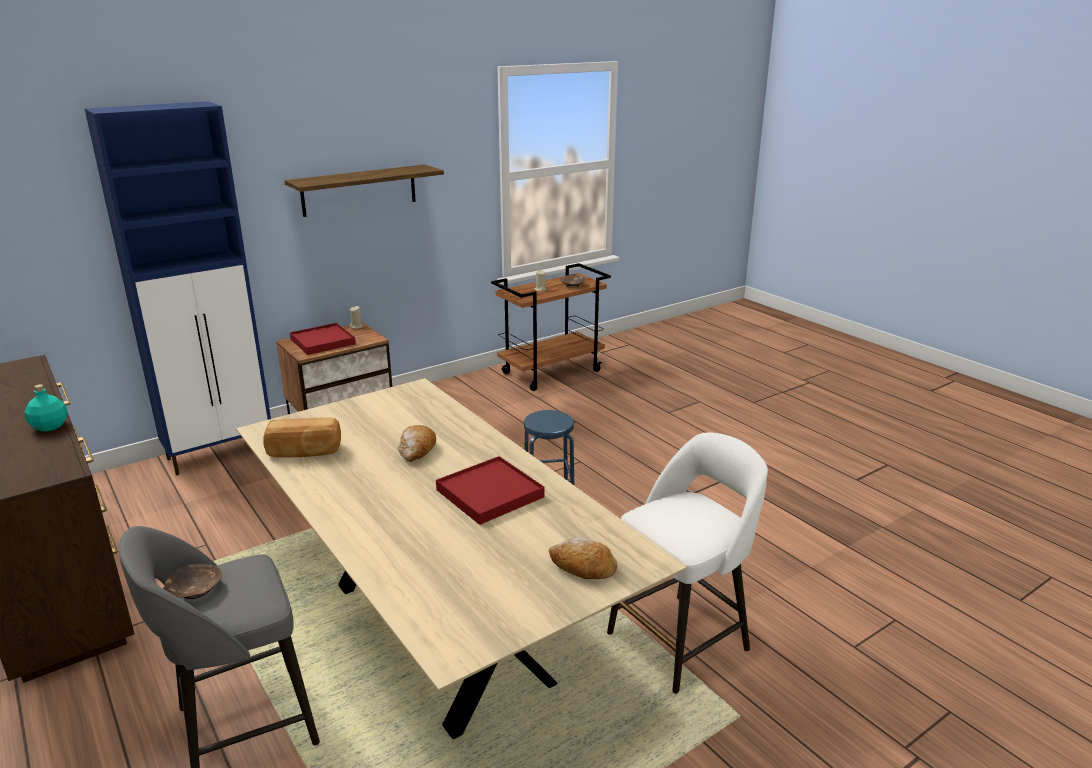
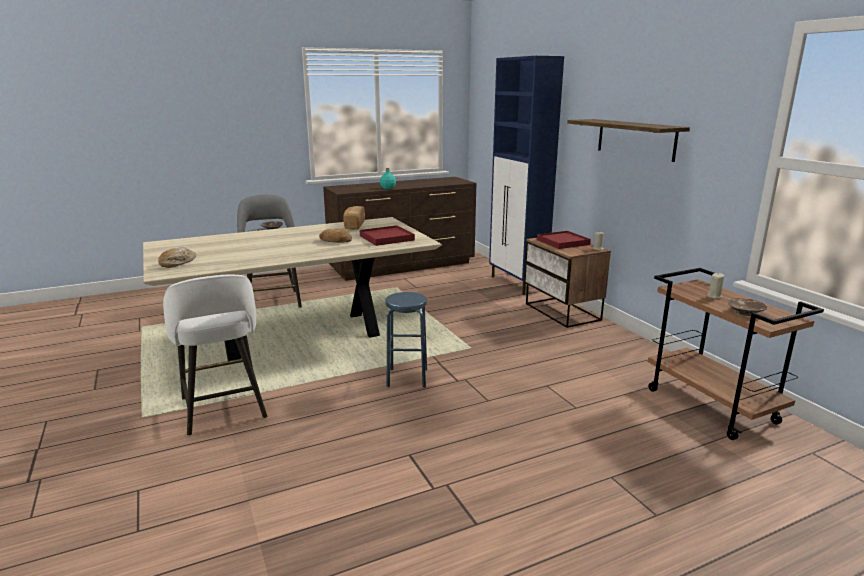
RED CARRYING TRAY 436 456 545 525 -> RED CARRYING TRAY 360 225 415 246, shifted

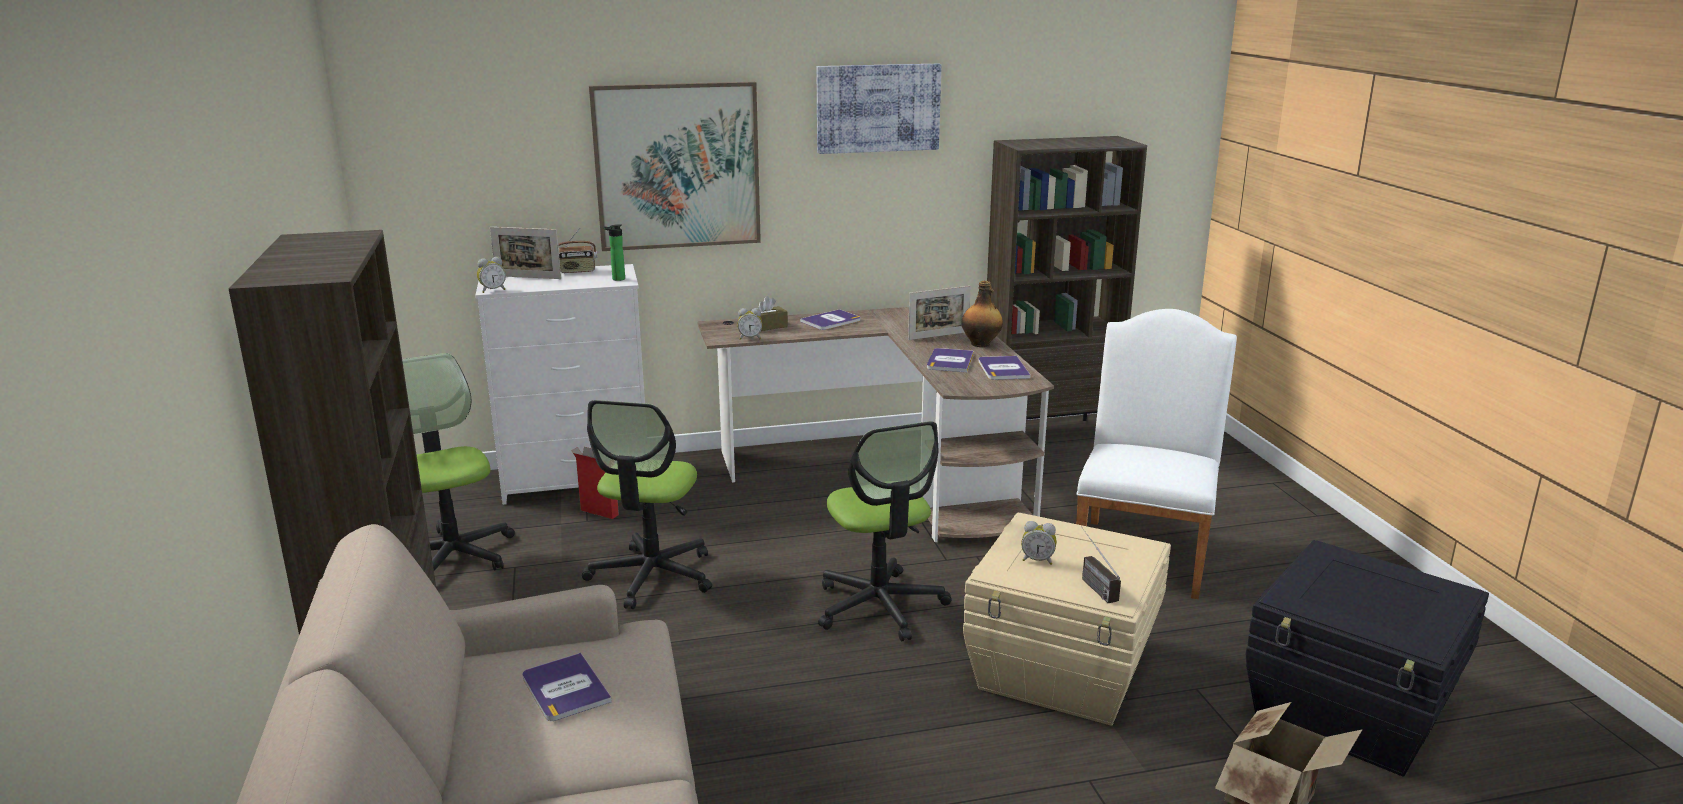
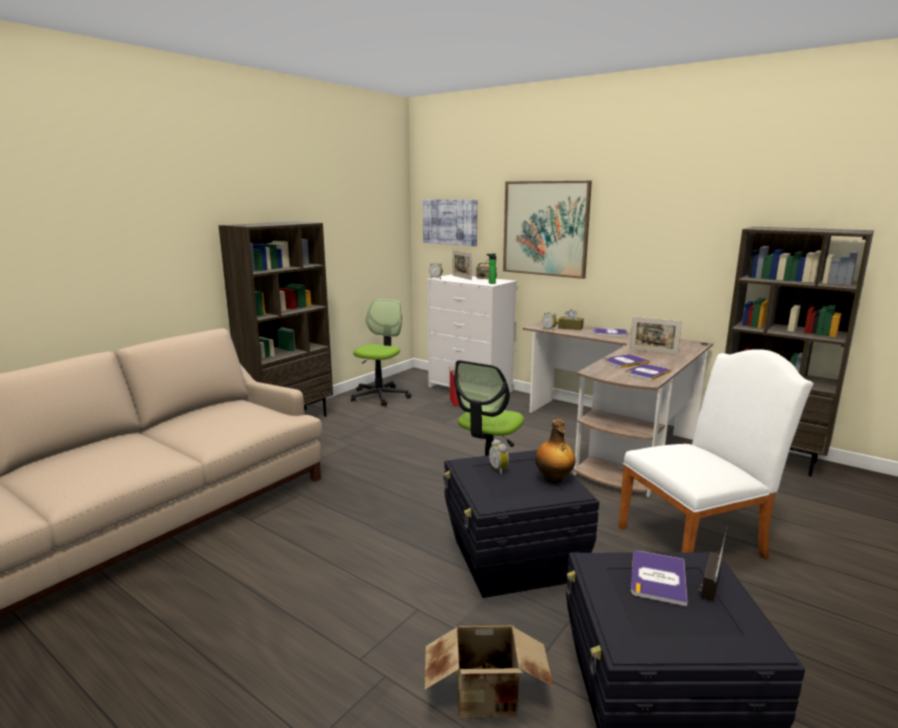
PICTURE 817 64 941 154 -> PICTURE 423 199 478 246, shifted
BEIGE STORAGE BOX 963 513 1171 726 -> BLACK STORAGE BOX 444 450 599 598
BEVERAGE BOTTLE 961 281 1003 347 -> BEVERAGE BOTTLE 535 419 576 484, shifted
BOUND BOOK 522 653 612 721 -> BOUND BOOK 631 551 688 607, shifted
RADIO 1081 526 1121 603 -> RADIO 698 527 727 601, shifted
DESK CHAIR 582 400 712 609 -> none

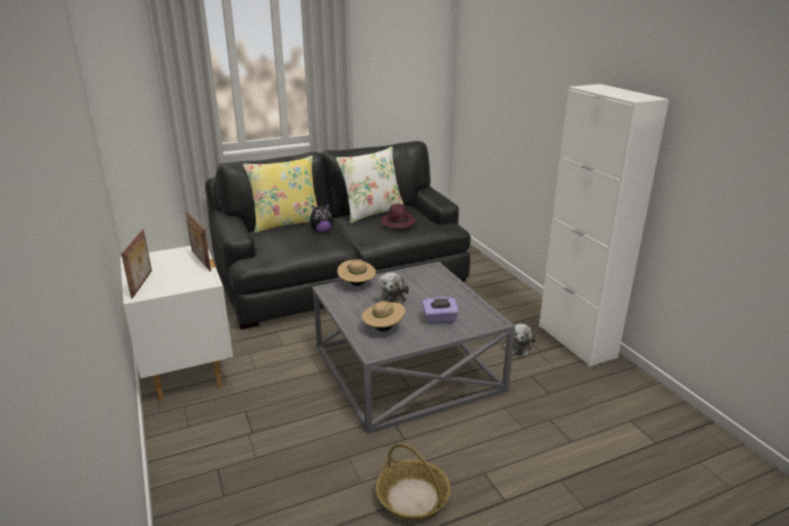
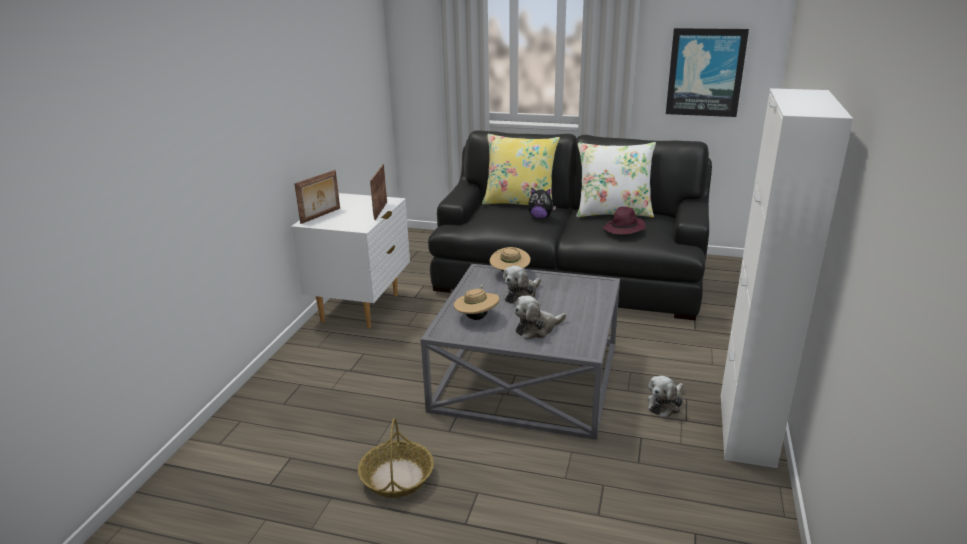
PURPLISH BOX OF TISSUES 422 297 459 324 -> PLUSH TOY 514 296 566 340
none -> PICTURE 666 28 749 117

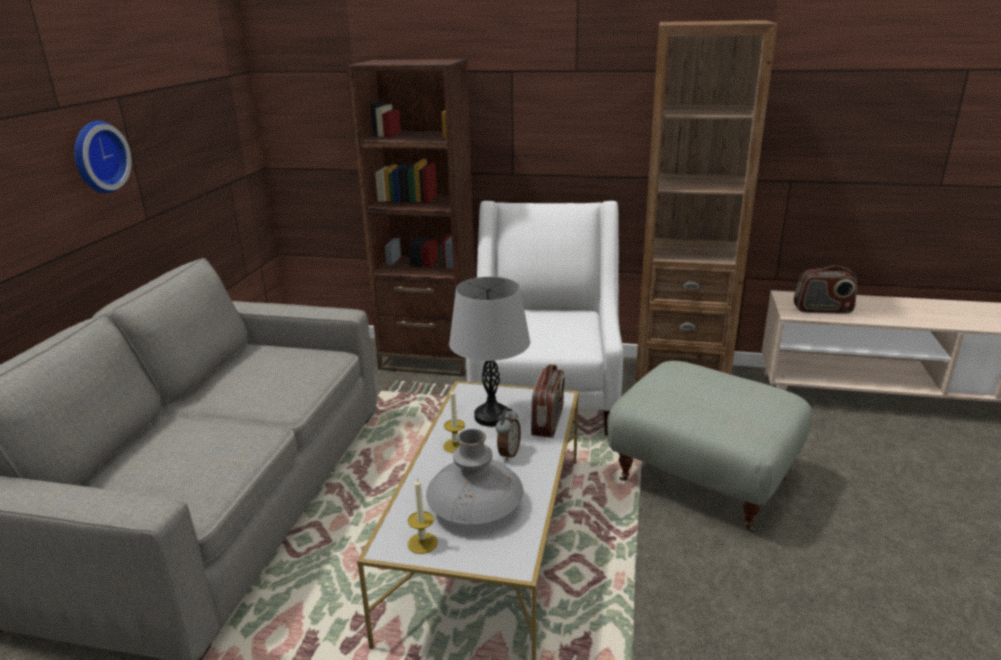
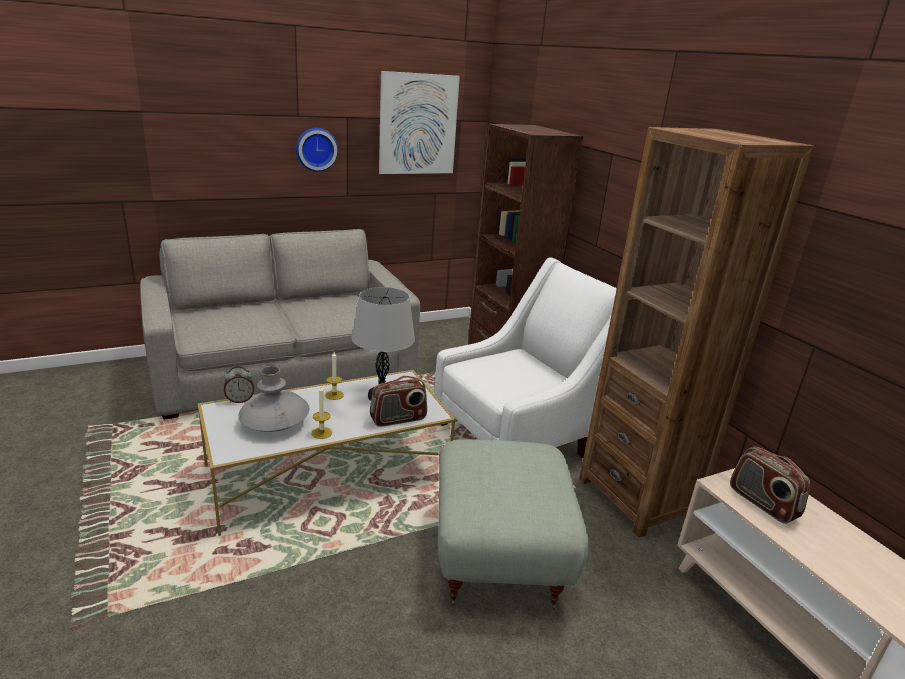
BEDSIDE CLOCK 496 408 521 461 -> BEDSIDE CLOCK 224 366 254 403, shifted
WAX LIGHT 408 478 438 554 -> WAX LIGHT 312 386 332 439, shifted
none -> PICTURE 379 71 460 174

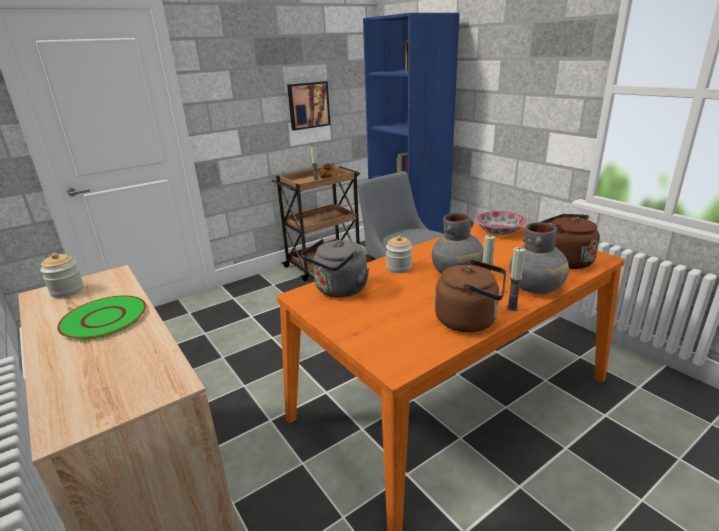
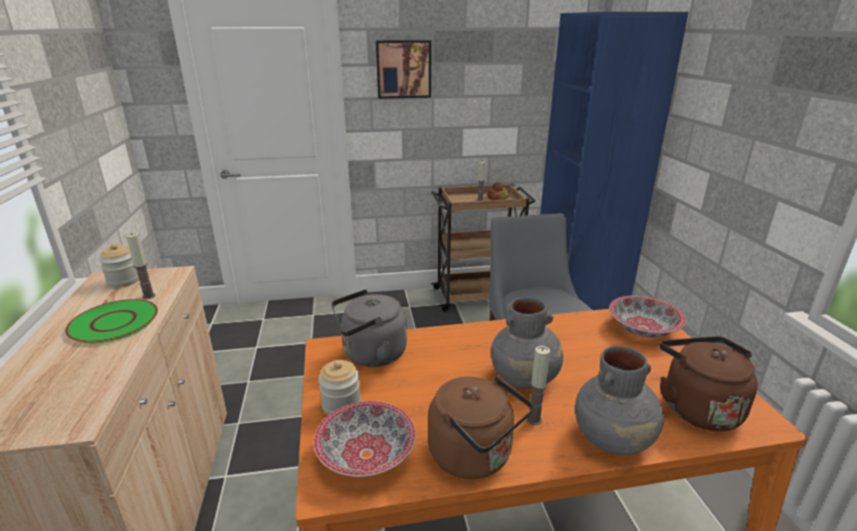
WAX LIGHT 506 247 525 311 -> WAX LIGHT 126 233 155 299, shifted
none -> DEEP DISH 314 401 416 477
JAR 386 235 412 273 -> JAR 319 360 361 415, shifted
PICTURE 287 81 330 130 -> PICTURE 376 40 431 99, shifted

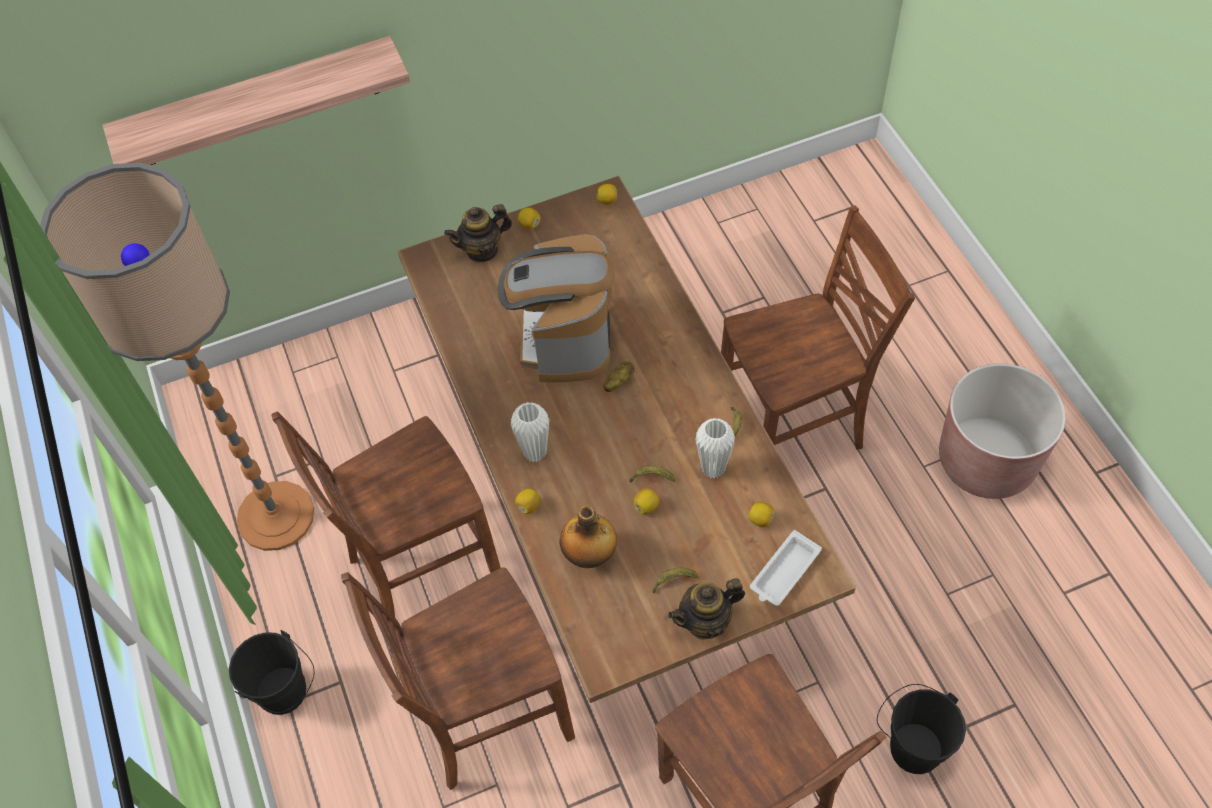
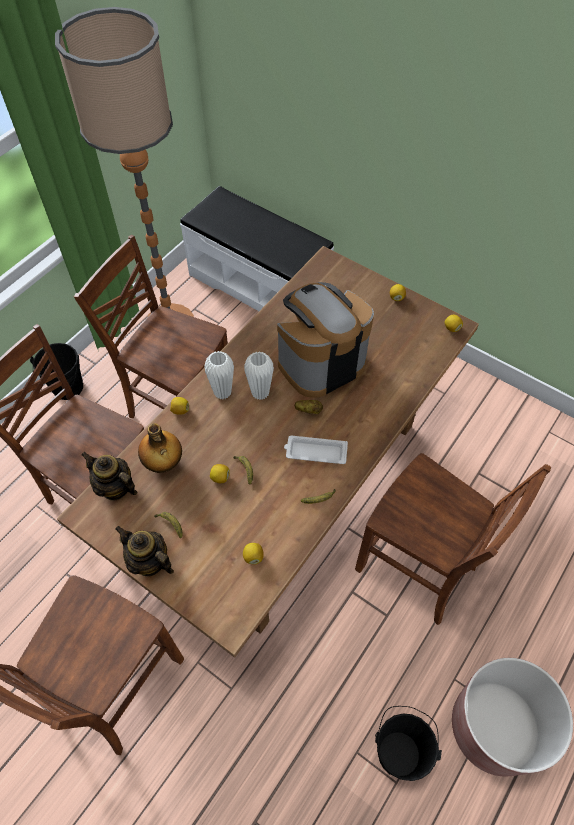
TEA POT 444 204 512 263 -> TEA POT 81 452 137 500, shifted
none -> WHITE BENCH 180 186 334 311
WHITE FLOWER VASE 695 418 735 478 -> WHITE FLOWER VASE 244 351 274 400, shifted
WHITE CARRYING TRAY 750 530 822 606 -> WHITE CARRYING TRAY 284 436 348 464, shifted
BLACK PAIL 877 684 966 774 -> BLACK PAIL 375 706 442 781, shifted
BRACKET SHELF 103 36 410 165 -> none

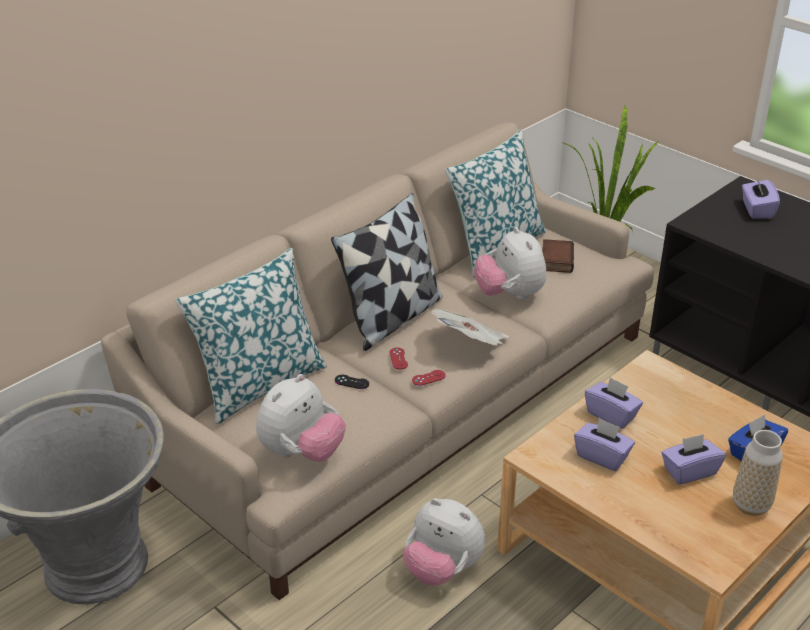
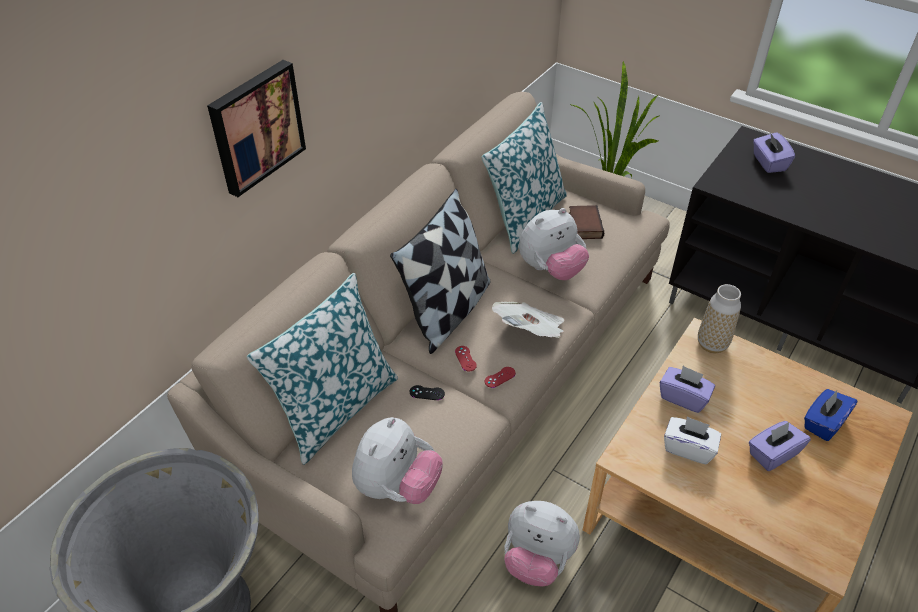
none -> PICTURE 207 60 306 197
PLUSH TOY 474 227 546 300 -> PLUSH TOY 519 208 589 280, 90 degrees counterclockwise
PURPLISH BOX OF TISSUES 574 418 635 471 -> WHITE BOX OF TISSUES 664 416 721 464
FLOWER VASE 733 430 783 516 -> FLOWER VASE 698 284 741 353, shifted

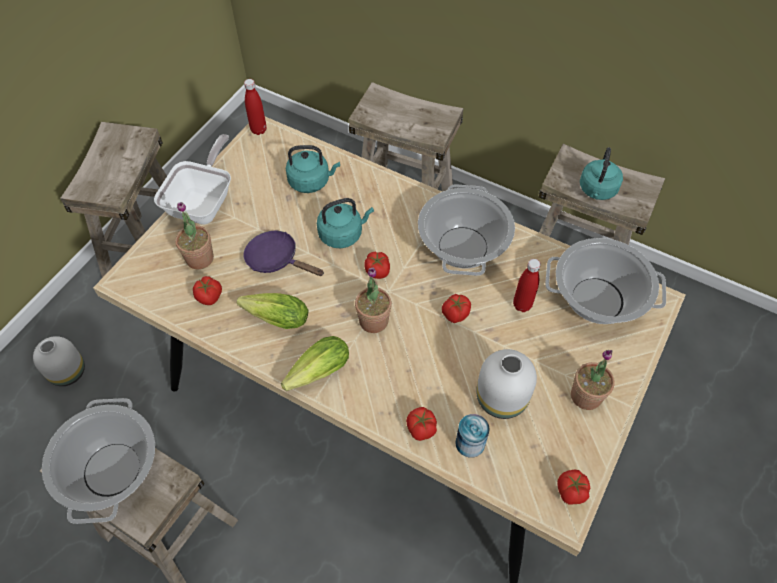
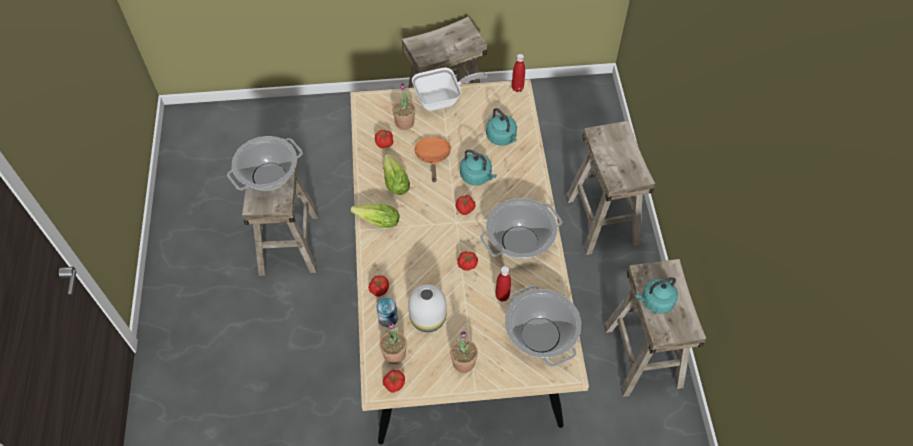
PLANT IN A POT 355 267 392 333 -> PLANT IN A POT 379 322 407 364, shifted
PURPLISH FRYING PAN 244 231 324 276 -> ORANGEY FRYING PAN 414 136 451 182
WHITE FLOWER VASE 33 336 85 386 -> none

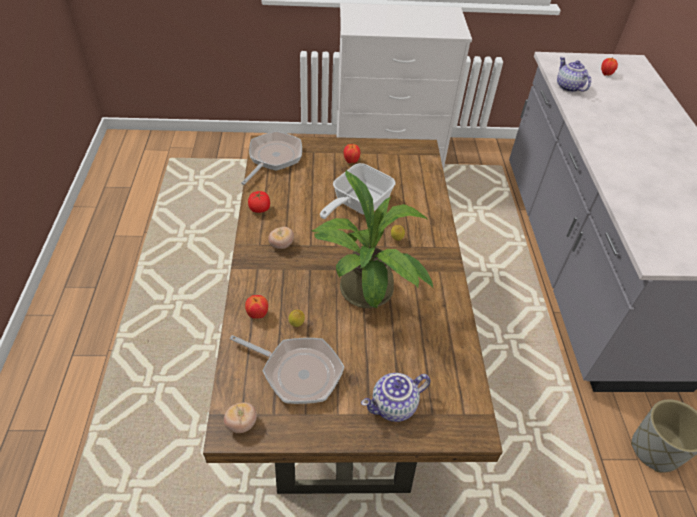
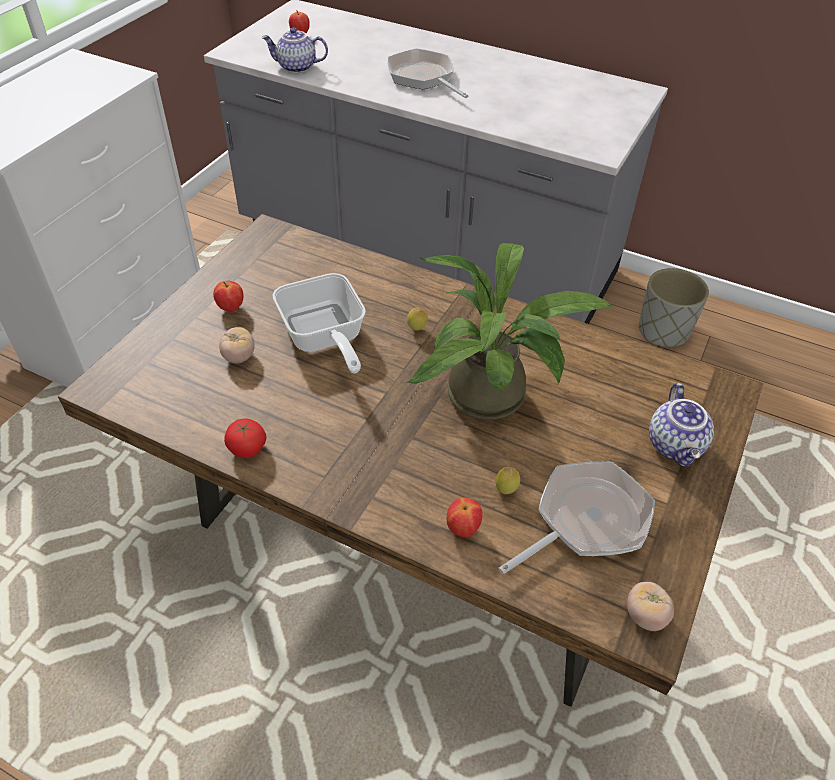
FRESH TOMATO 268 227 294 249 -> FRESH TOMATO 219 327 255 363, shifted
FRYING PAN 241 131 302 185 -> FRYING PAN 387 48 468 98, shifted

